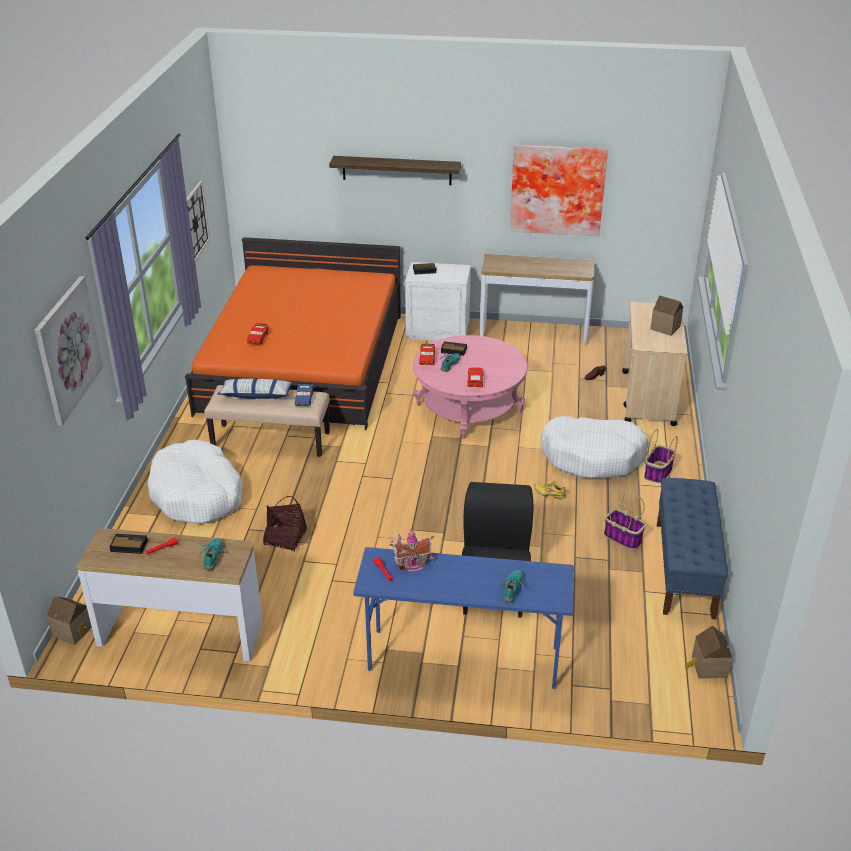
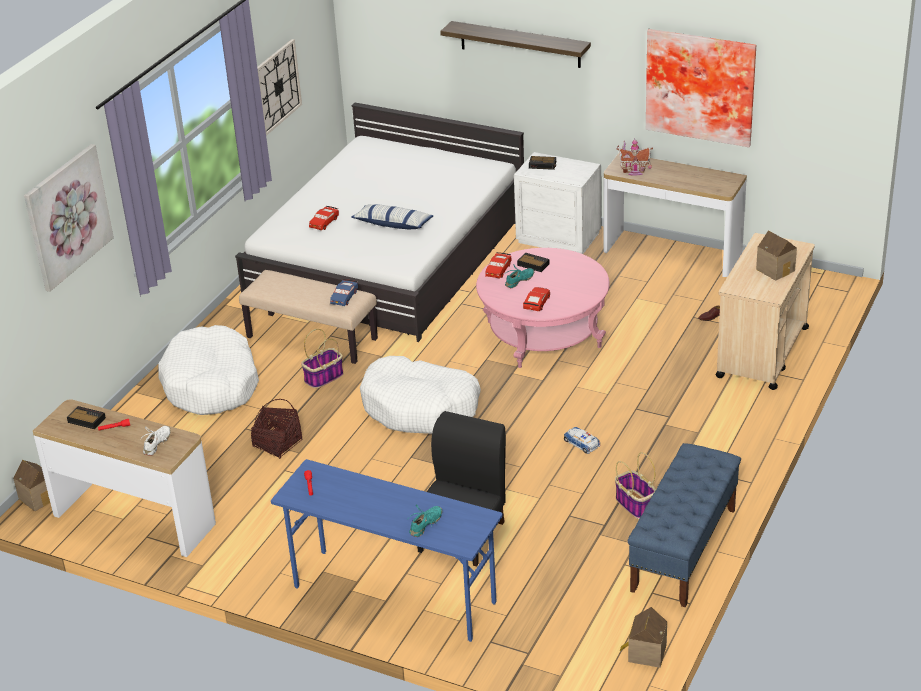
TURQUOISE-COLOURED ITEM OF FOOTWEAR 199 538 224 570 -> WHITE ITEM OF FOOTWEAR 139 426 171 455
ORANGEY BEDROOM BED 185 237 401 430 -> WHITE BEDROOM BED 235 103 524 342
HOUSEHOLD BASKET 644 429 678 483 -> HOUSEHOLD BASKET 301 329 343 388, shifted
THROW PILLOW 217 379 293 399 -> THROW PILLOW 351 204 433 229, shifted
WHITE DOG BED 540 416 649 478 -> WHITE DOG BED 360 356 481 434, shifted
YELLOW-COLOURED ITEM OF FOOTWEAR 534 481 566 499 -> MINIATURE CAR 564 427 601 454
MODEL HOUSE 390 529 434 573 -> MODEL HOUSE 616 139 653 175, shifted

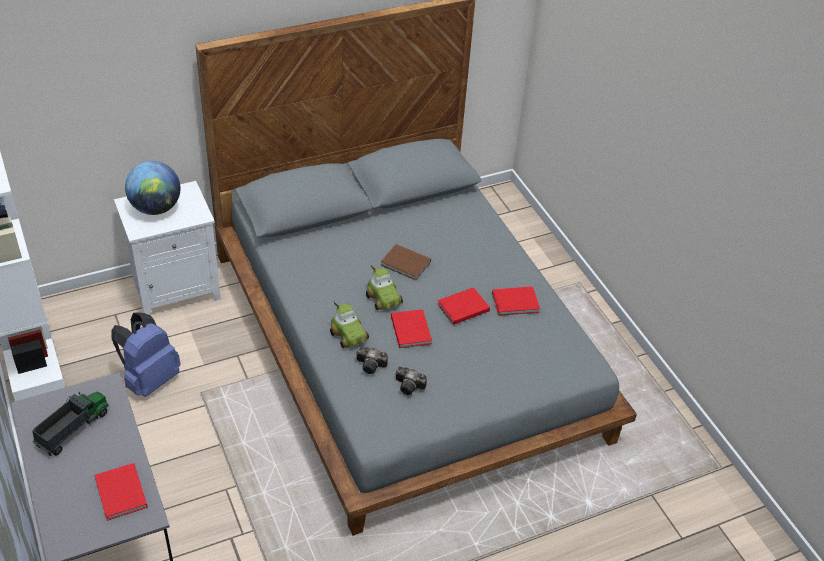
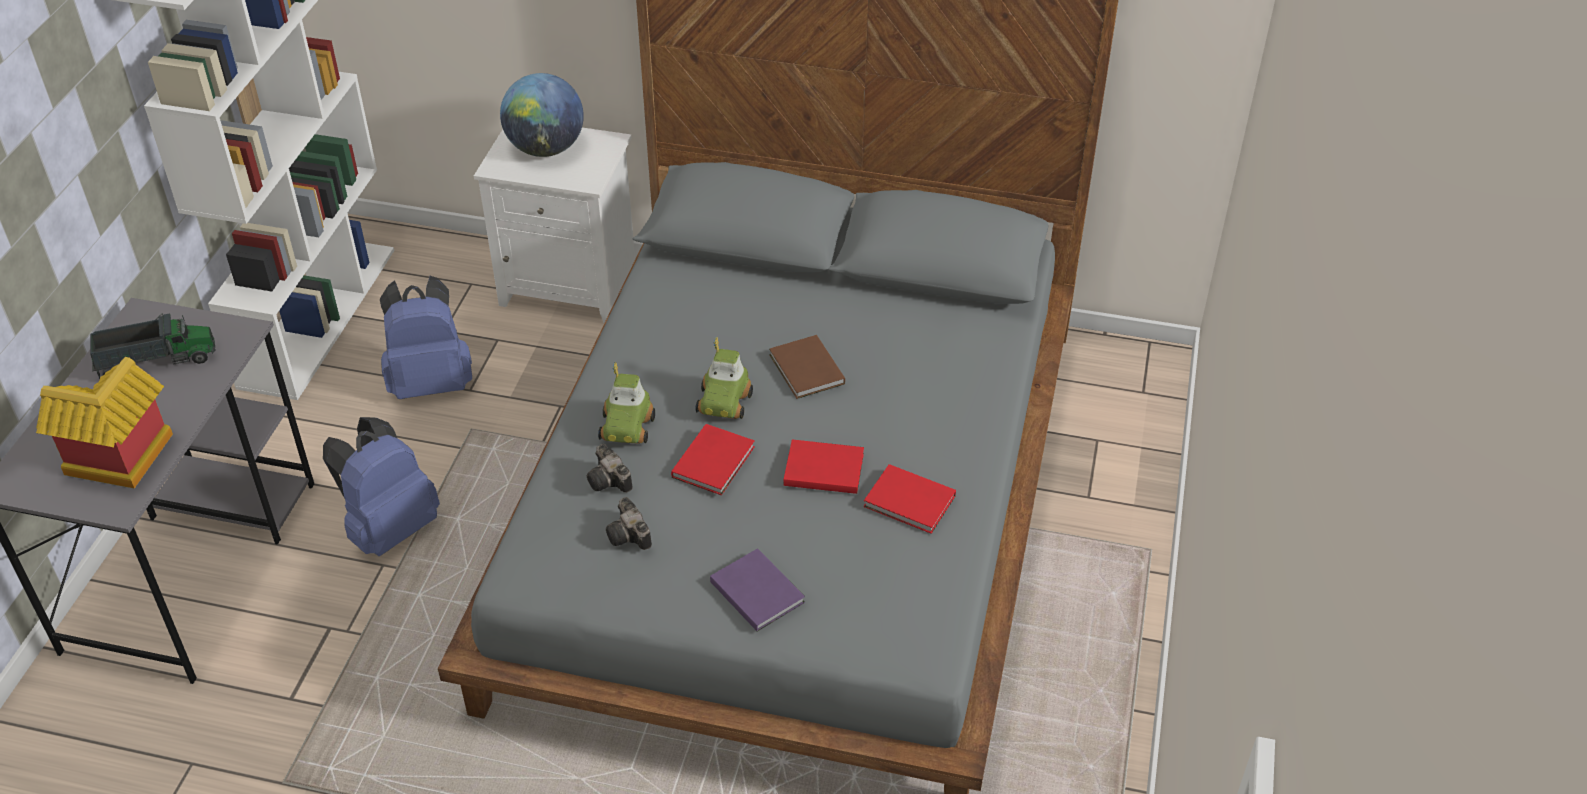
RED BOUND BOOK 94 463 148 521 -> MODEL HOUSE 36 357 173 489
none -> BLUE-COLOURED KNAPSACK 323 417 440 556
none -> PURPLISH BOUND BOOK 710 548 805 631

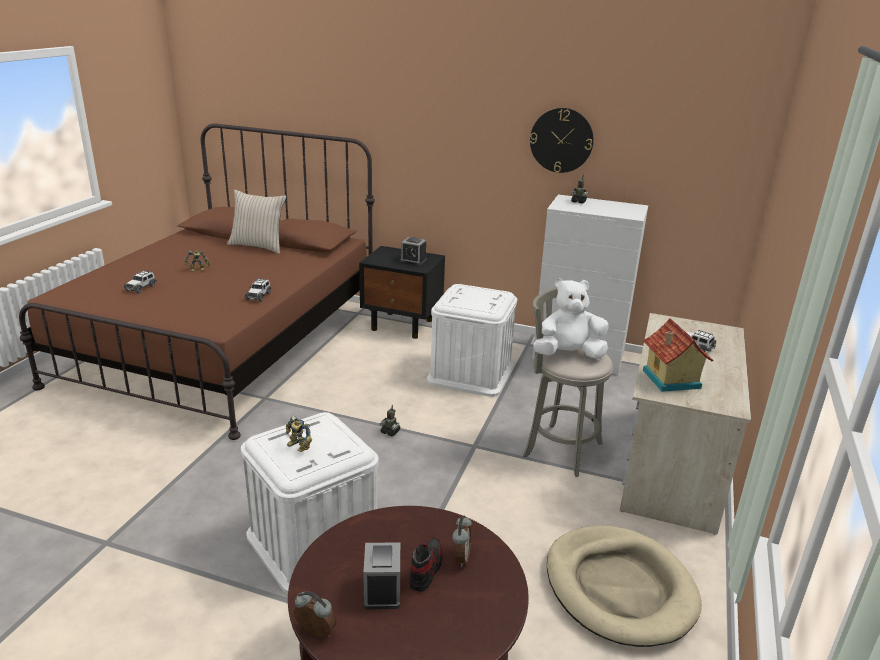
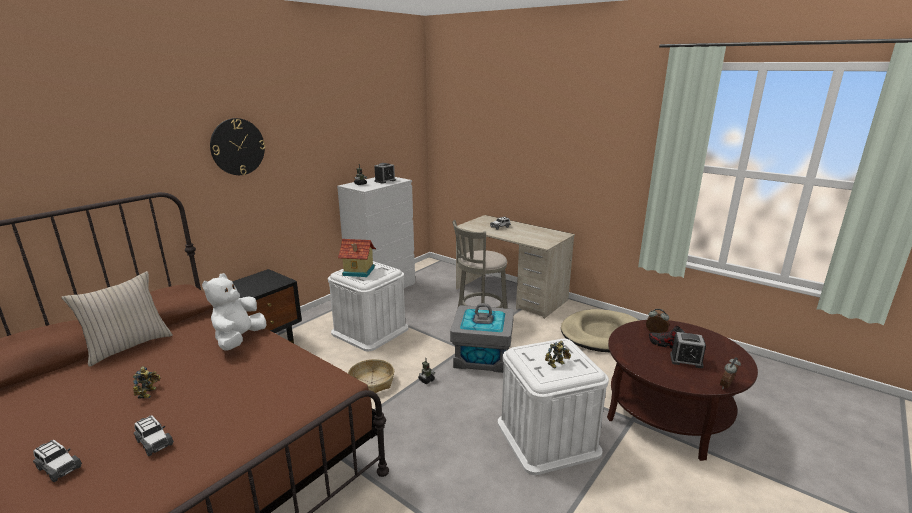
MINIATURE CAR 245 278 271 302 -> MINIATURE CAR 33 440 82 482, shifted
WHITE PLUSH TOY 534 278 608 359 -> WHITE PLUSH TOY 202 273 266 350, shifted
HANGING CLOCK 530 108 594 173 -> HANGING CLOCK 210 118 265 175, shifted
MODEL HOUSE 643 318 713 392 -> MODEL HOUSE 338 239 376 277, shifted
none -> HOUSEHOLD BASKET 348 359 394 393
BEDSIDE CLOCK 400 237 427 265 -> BEDSIDE CLOCK 374 163 396 184, shifted
none -> GRAY STORAGE BOX 450 303 514 373

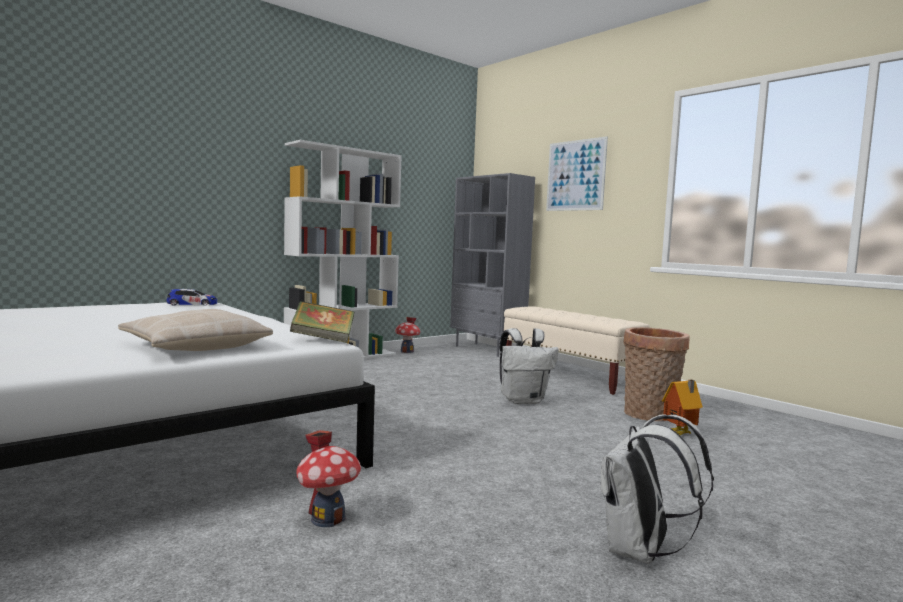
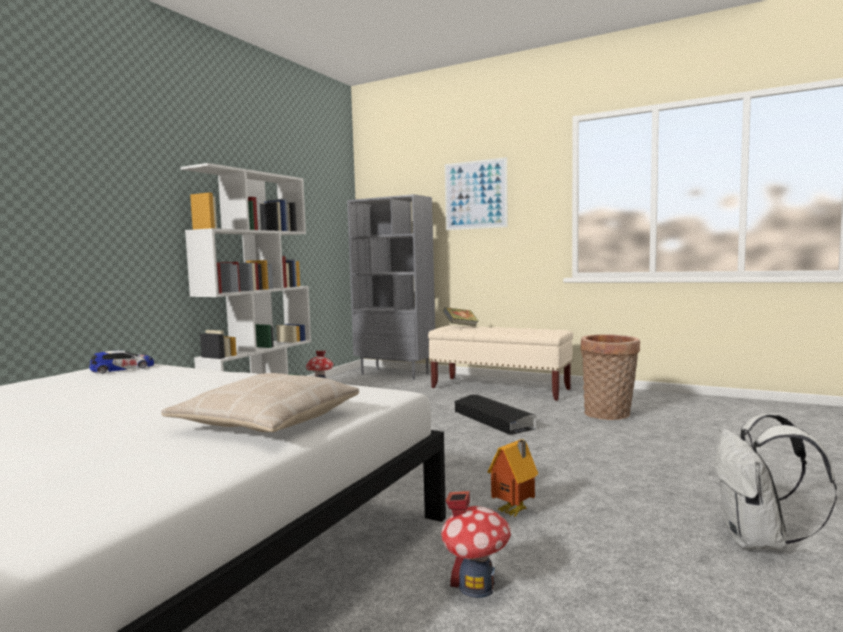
BOUND BOOK 290 301 355 343 -> BOUND BOOK 443 307 479 327, shifted
WHITE KNAPSACK 500 328 559 404 -> BLACK STORAGE BOX 455 395 536 435
MODEL HOUSE 662 380 703 435 -> MODEL HOUSE 487 439 538 517, shifted

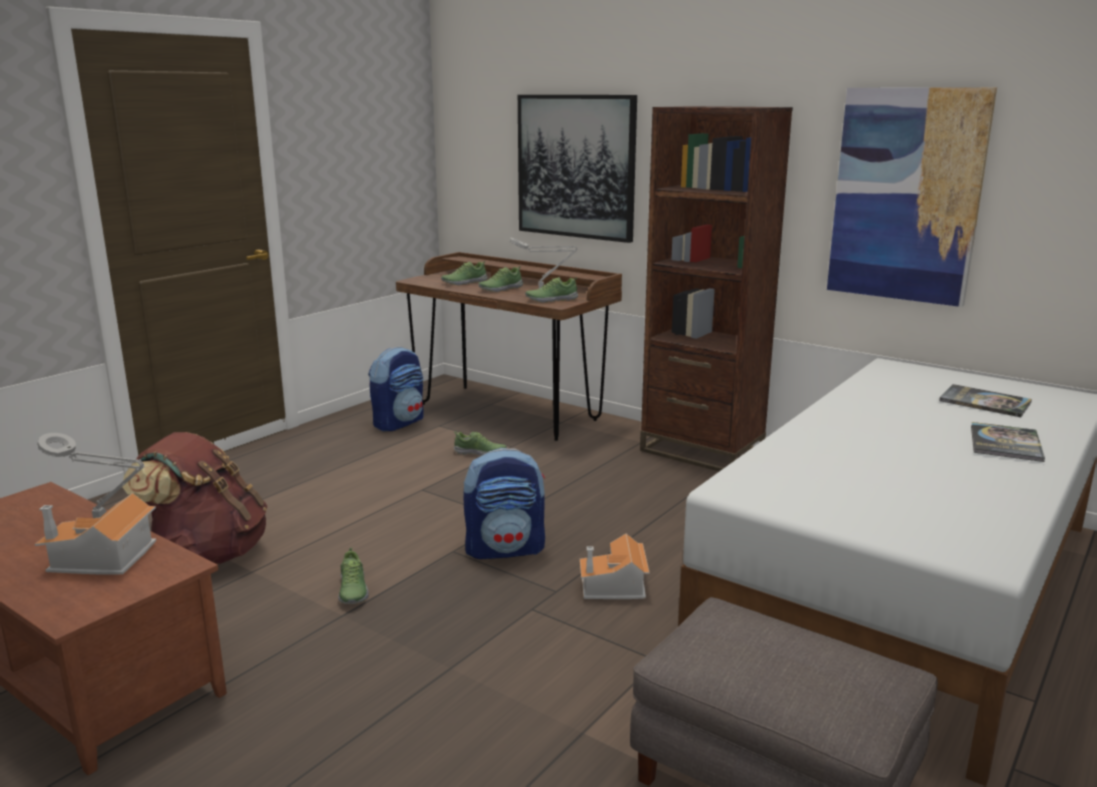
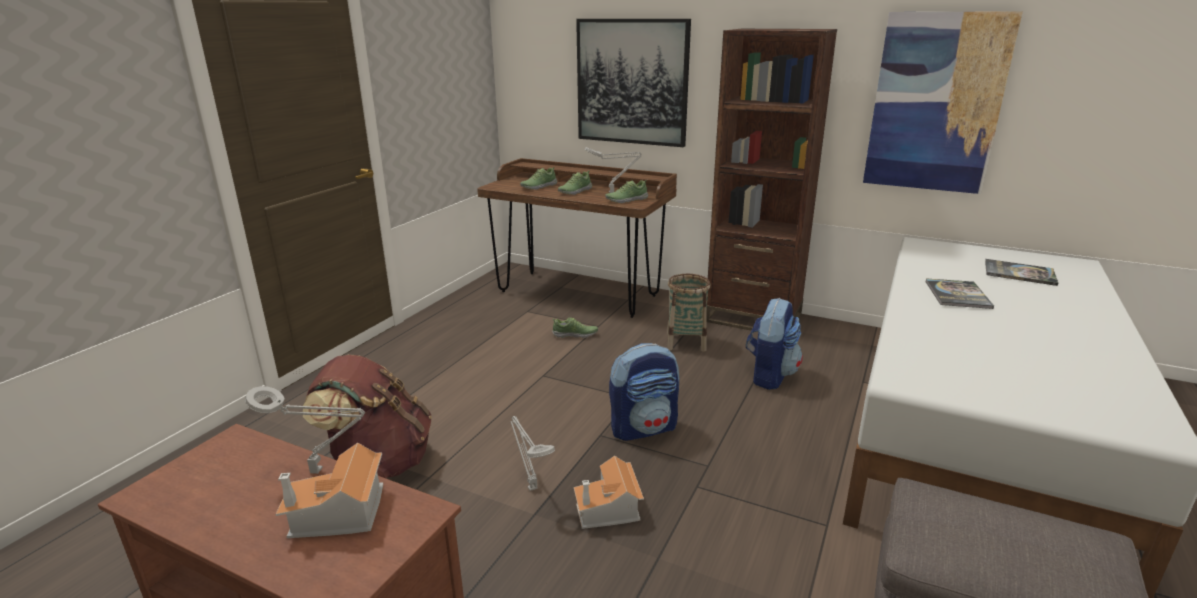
ITEM OF FOOTWEAR 338 548 369 604 -> GRAY TABLETOP LAMP 511 416 555 491
MODEL HOUSE 580 534 650 599 -> MODEL HOUSE 574 456 644 529, shifted
none -> HOUSEHOLD BASKET 667 274 710 352
KNAPSACK 368 346 424 431 -> KNAPSACK 746 298 803 390, shifted
BOUND BOOK 971 422 1045 462 -> BOUND BOOK 925 278 994 309, shifted

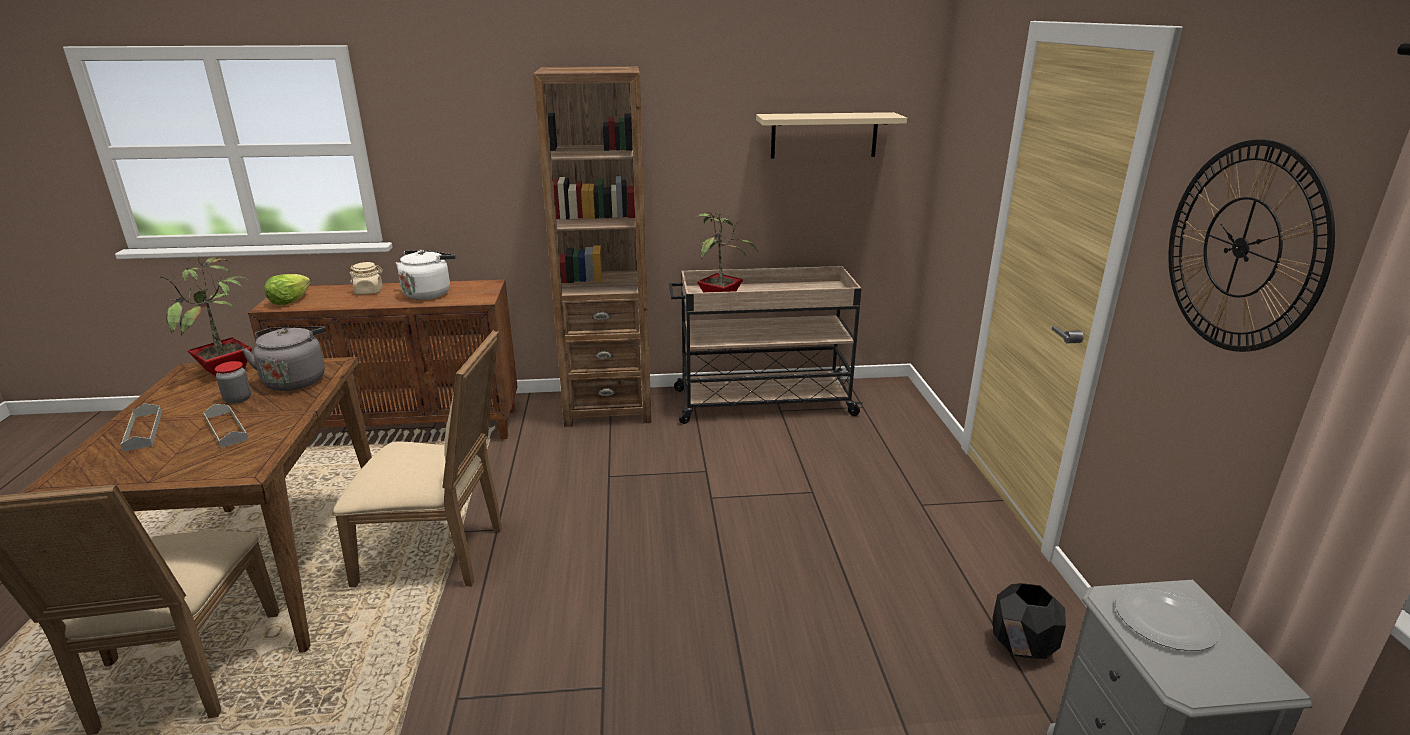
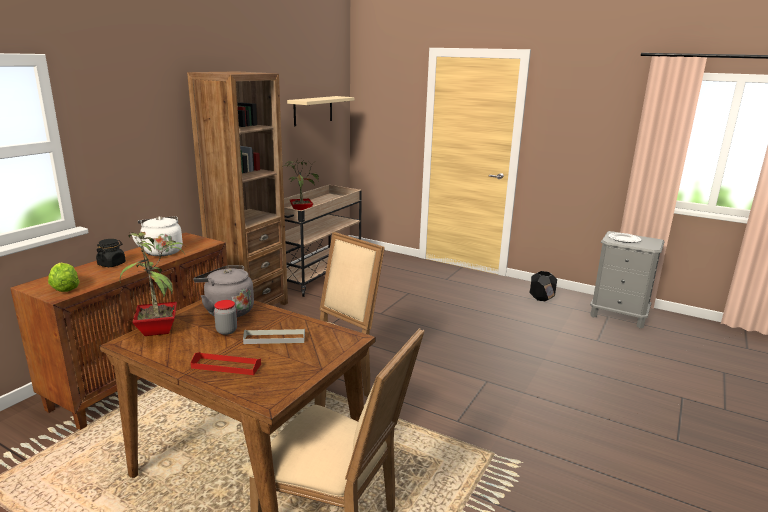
BEIGE JAR 349 262 383 295 -> BLACK JAR 96 239 126 267
GRAY CARRYING TRAY 120 403 162 452 -> RED CARRYING TRAY 190 352 261 375
HANGING CLOCK 1168 140 1335 352 -> none

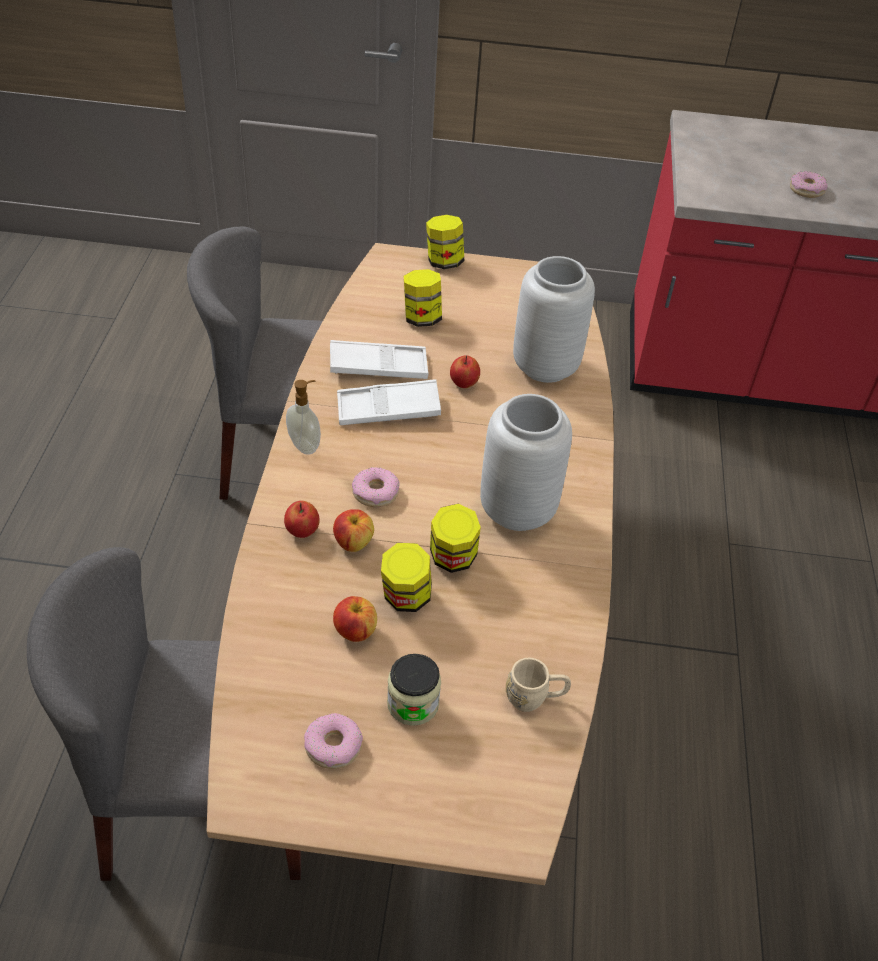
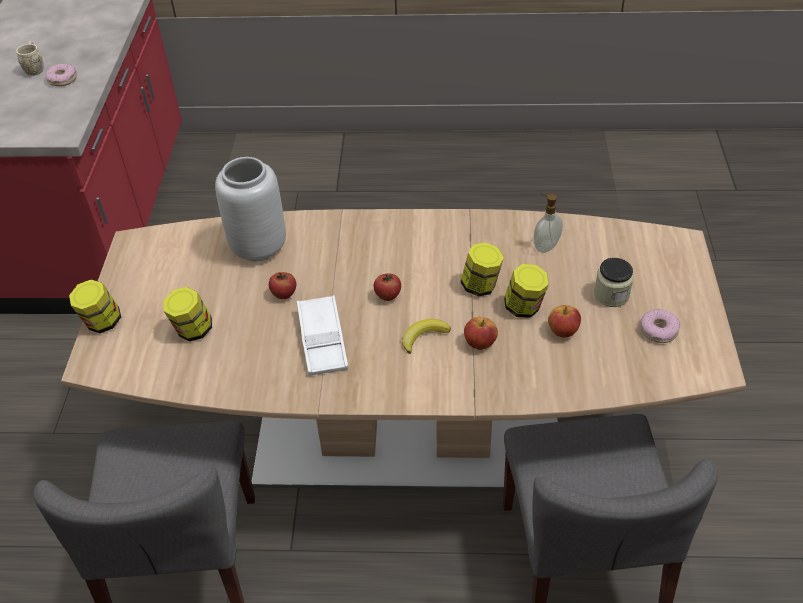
BEIGE TEA MUG 506 658 571 712 -> BEIGE TEA MUG 16 42 44 76, shifted
WHOLE APPLE 284 501 320 538 -> WHOLE APPLE 374 274 401 301, shifted
DONUT 352 467 400 507 -> BANANA 402 319 451 354
SOAP BOTTLE 286 380 321 455 -> SOAP BOTTLE 534 193 563 253, shifted
WHITE CARRYING TRAY 330 340 428 379 -> none
GRAY FLOWER VASE 480 394 572 531 -> none

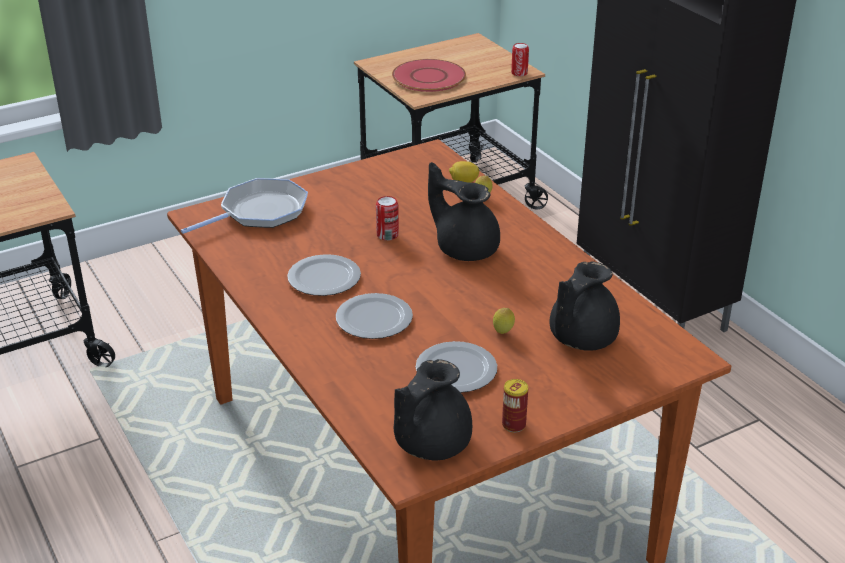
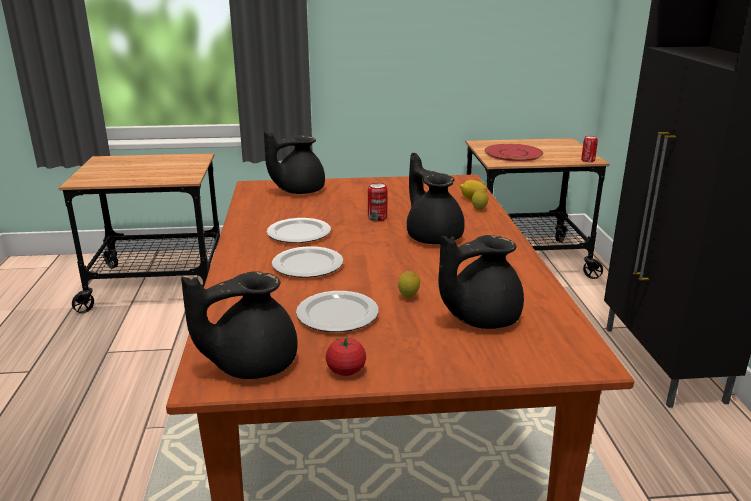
FRYING PAN 181 178 308 234 -> BLACK TEA POT 264 132 325 194
METAL CAN 502 379 528 432 -> FRESH TOMATO 326 336 366 376

